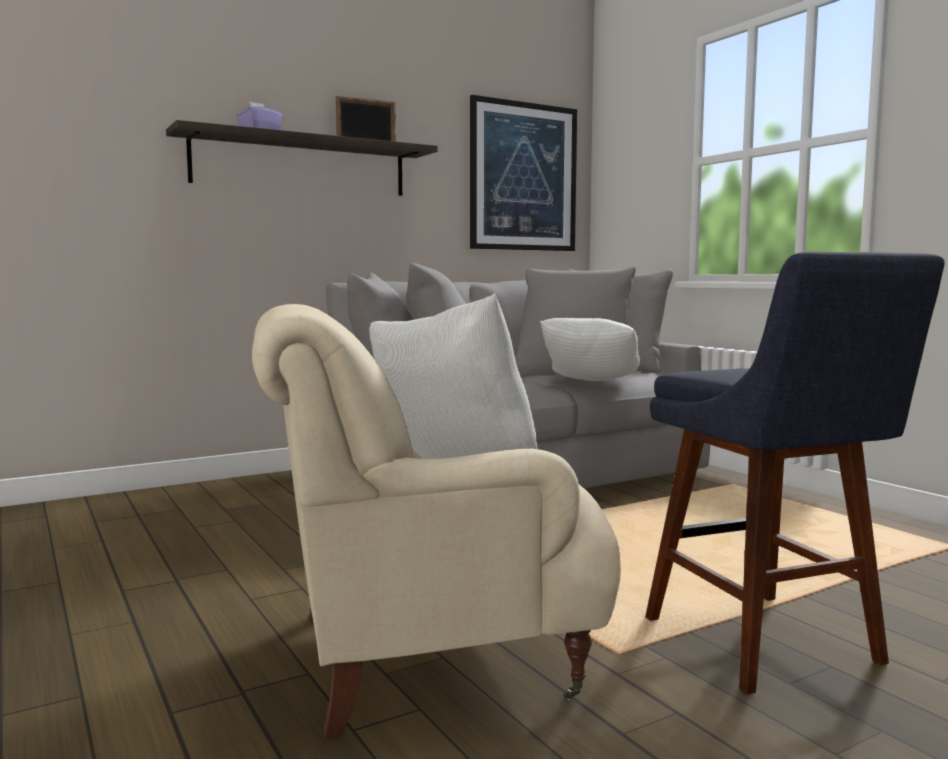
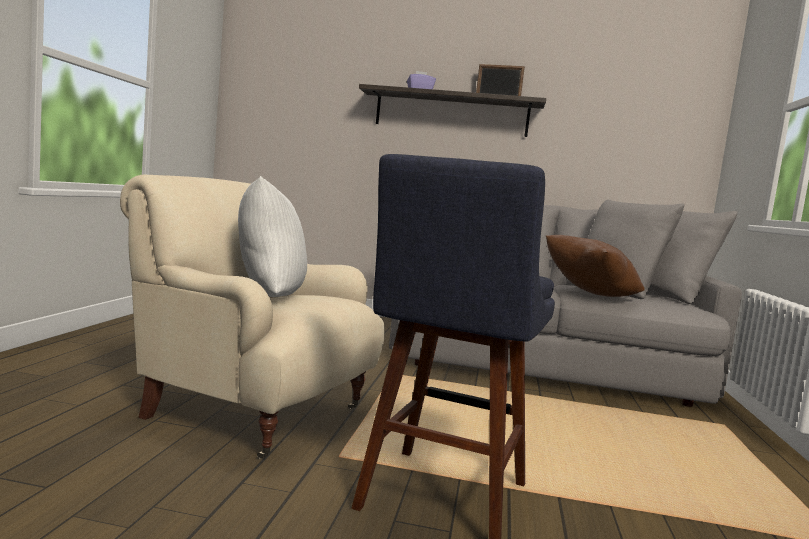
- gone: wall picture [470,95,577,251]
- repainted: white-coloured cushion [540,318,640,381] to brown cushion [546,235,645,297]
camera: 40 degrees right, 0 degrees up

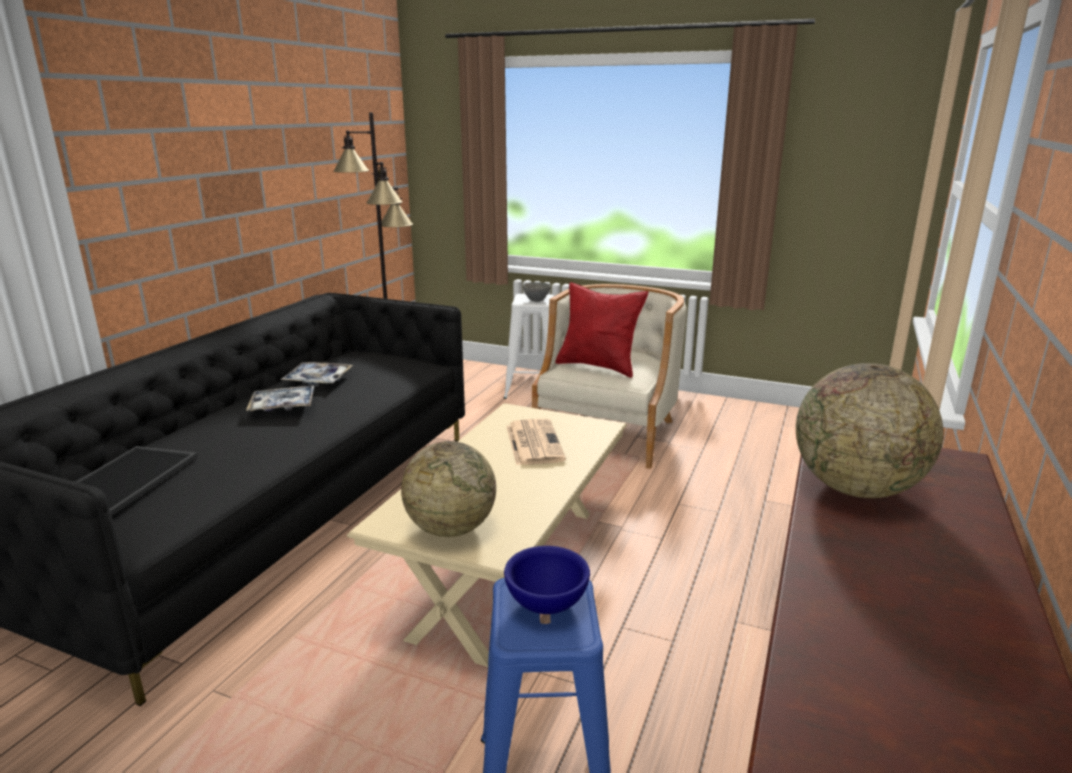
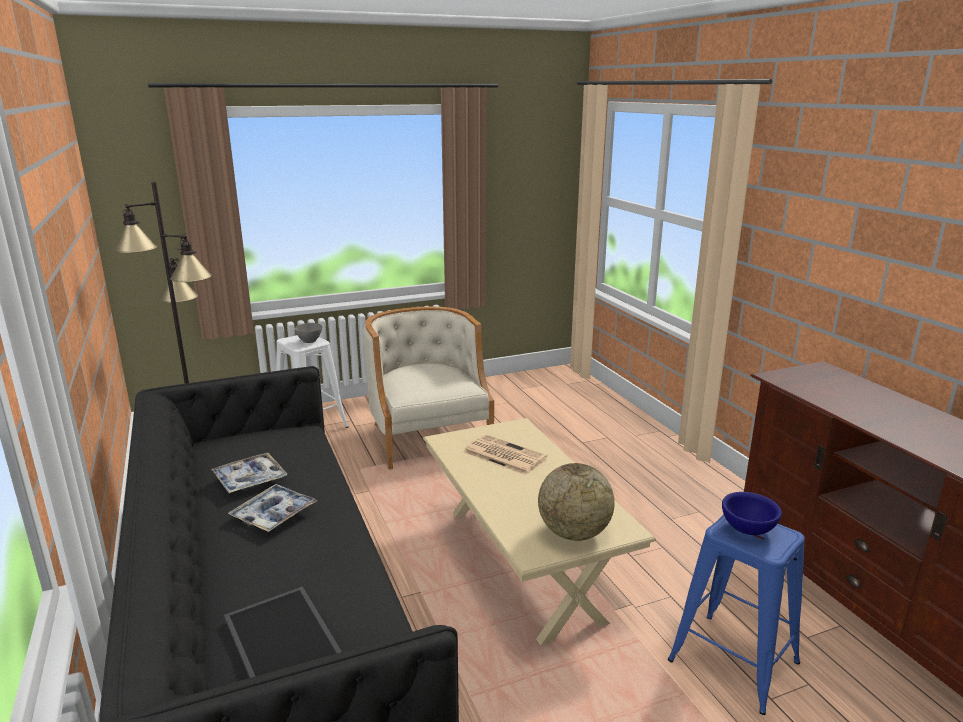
- gone: reddish cushion [555,282,648,378]
- gone: desk globe [796,363,943,498]
camera: 45 degrees left, 0 degrees up

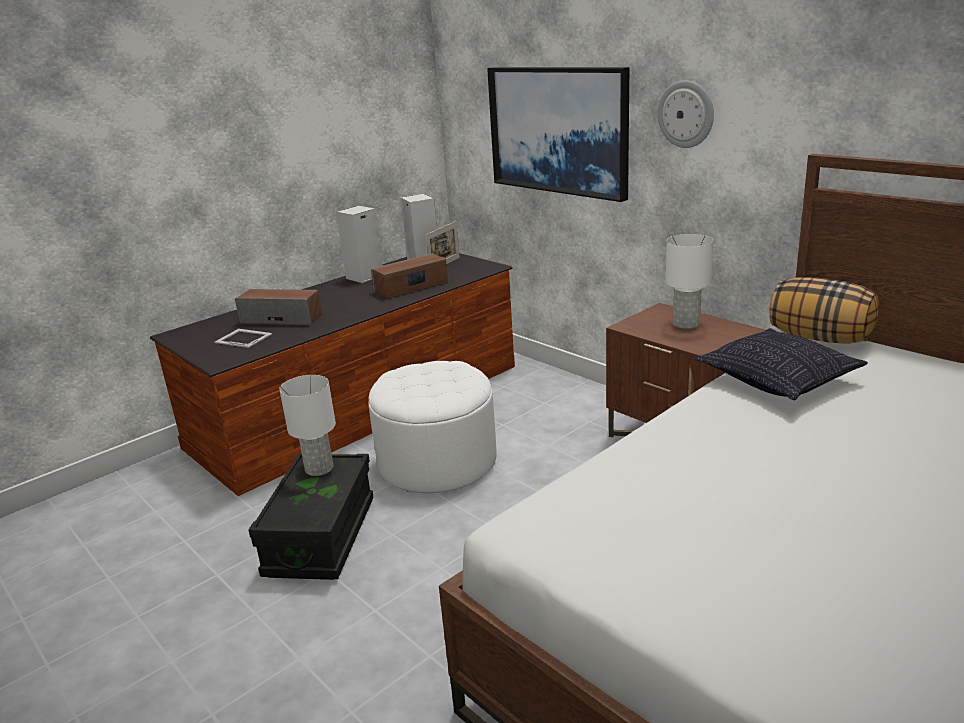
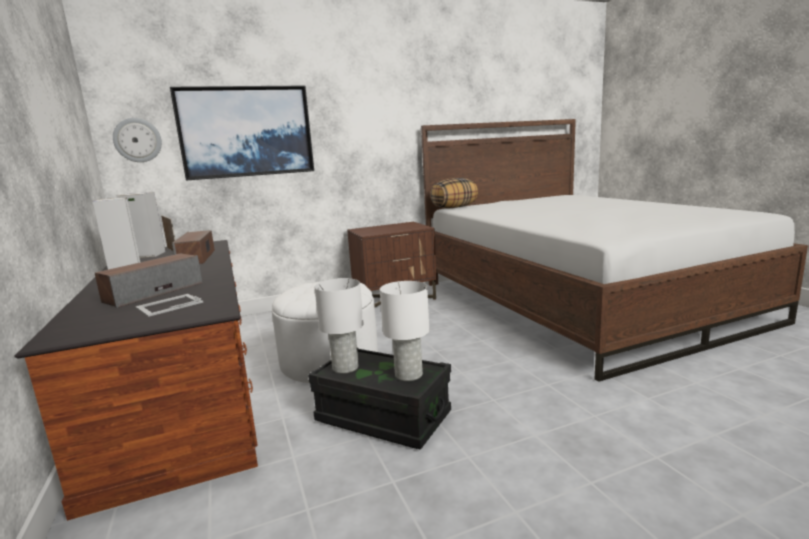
- gone: cushion [695,328,868,400]
- shifted: wall clock [658,80,714,148] to [113,118,162,162]
- shifted: white-coloured tabletop lamp [665,234,713,329] to [380,281,429,381]
camera: 70 degrees left, 10 degrees down

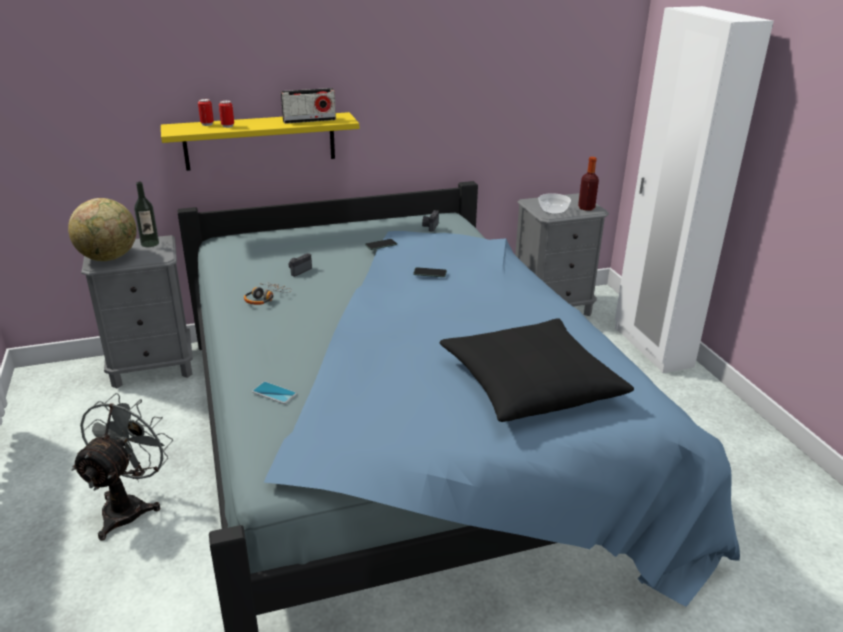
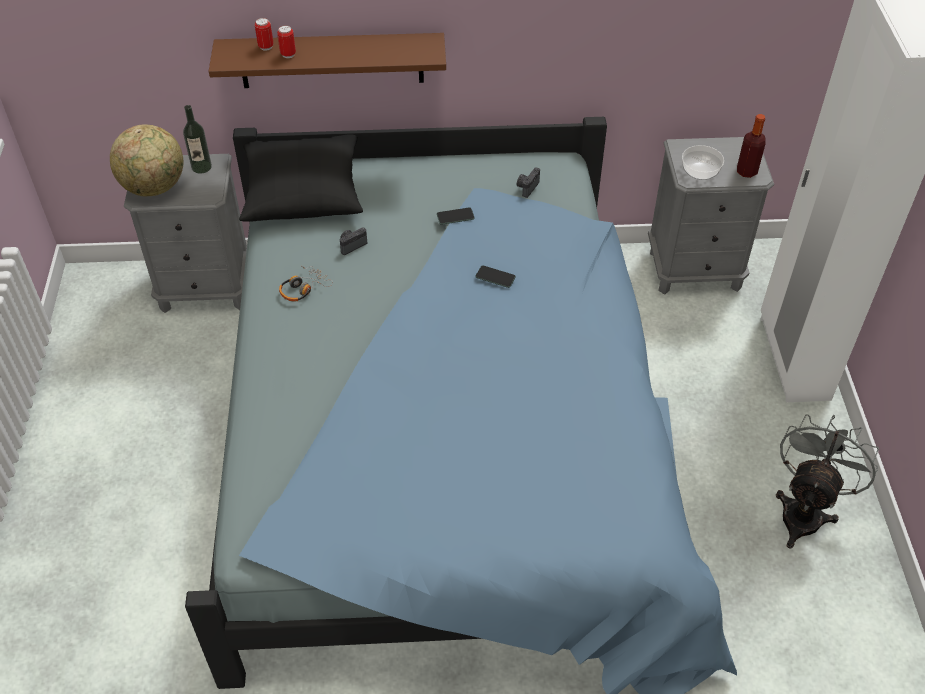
- gone: telephone [252,382,297,404]
- gone: radio [281,88,336,124]
- shifted: greyish fan [71,393,173,541] to [776,414,879,549]
- shifted: blackish cushion [440,318,634,422] to [239,134,363,222]
- repainted: yellow wall shelf [161,112,359,171] to brown wall shelf [209,33,446,88]
camera: 15 degrees right, 20 degrees up

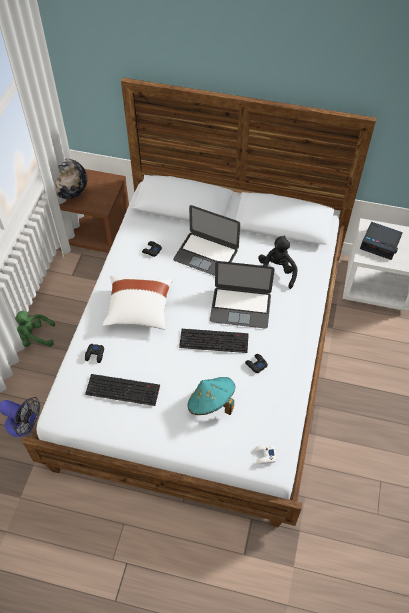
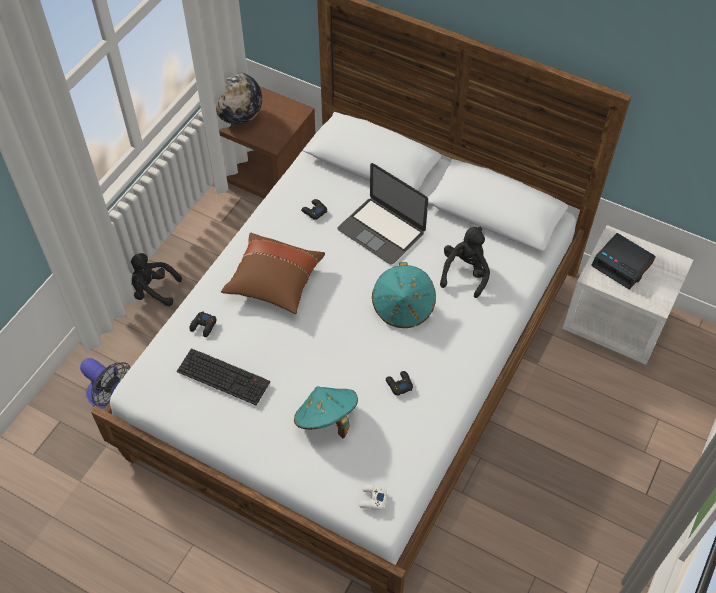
- gone: keyboard [179,329,249,353]
- swapped: notebook computer [210,261,275,328] to turquoise wearable hat [372,262,436,328]
- repainted: greenish plush toy [15,311,55,347] to blackish plush toy [131,253,182,306]
- repainted: white-coloured cushion [102,276,172,330] to brown cushion [221,232,325,314]
camera: 15 degrees right, 0 degrees up

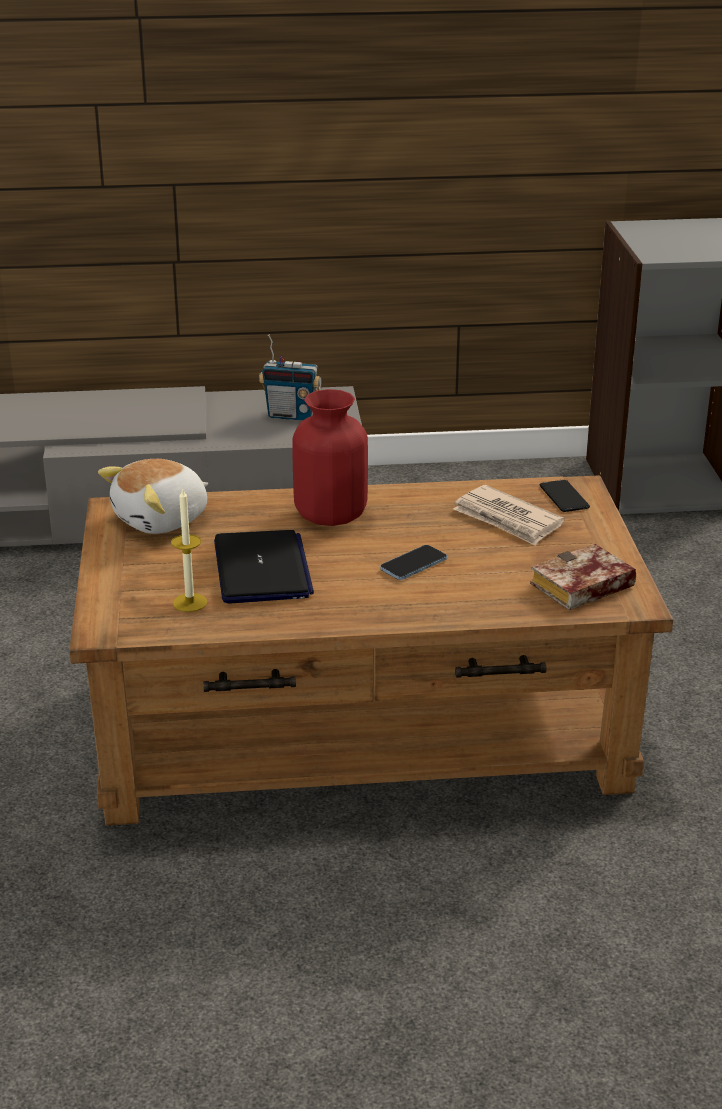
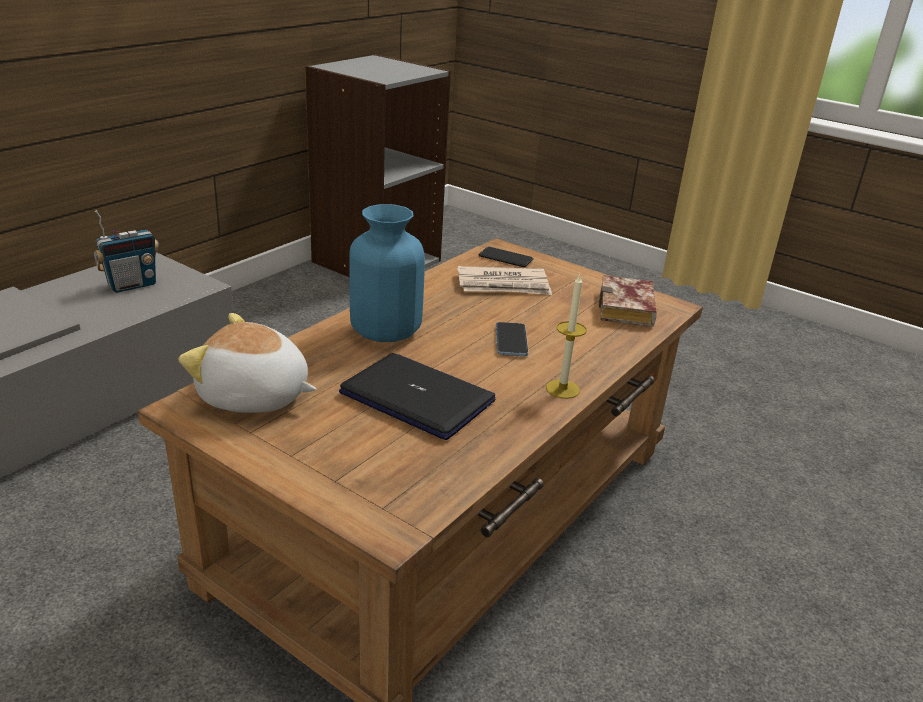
- shifted: wax light [171,487,207,612] to [546,273,587,399]
- repainted: reddish flower vase [292,389,368,526] to blue-coloured flower vase [349,204,425,342]
- rotated: plush toy [98,459,208,534] = [178,313,316,413] 105 degrees clockwise
camera: 50 degrees left, 0 degrees up

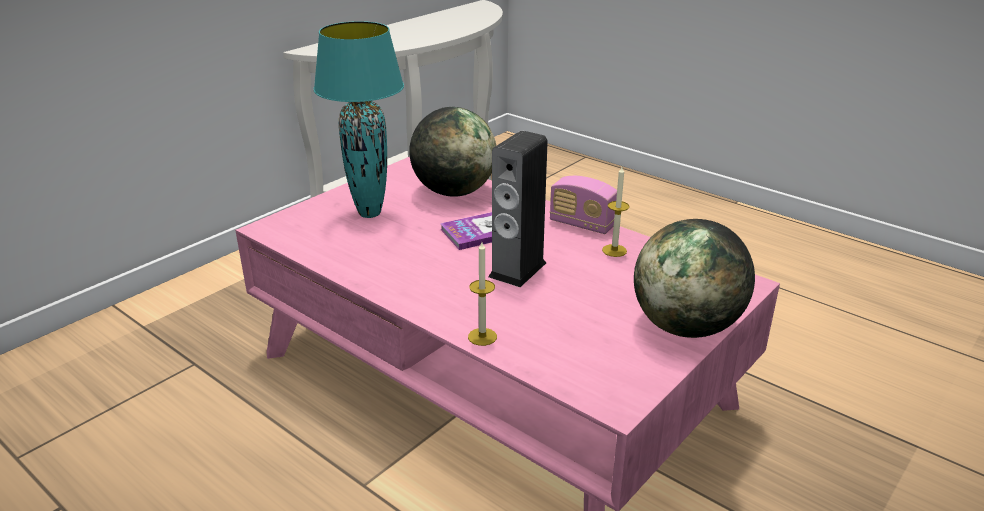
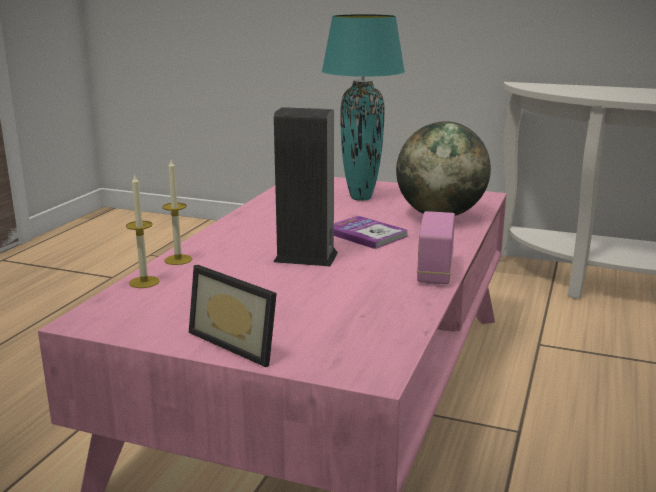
- shifted: wax light [602,167,630,257] to [126,174,160,288]
- swapped: desk globe [634,219,755,338] to standing frame [189,265,277,367]
camera: 70 degrees right, 10 degrees down

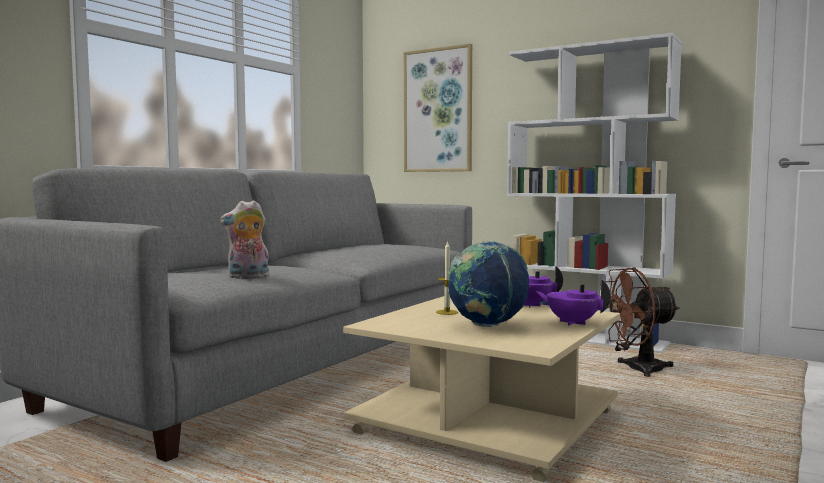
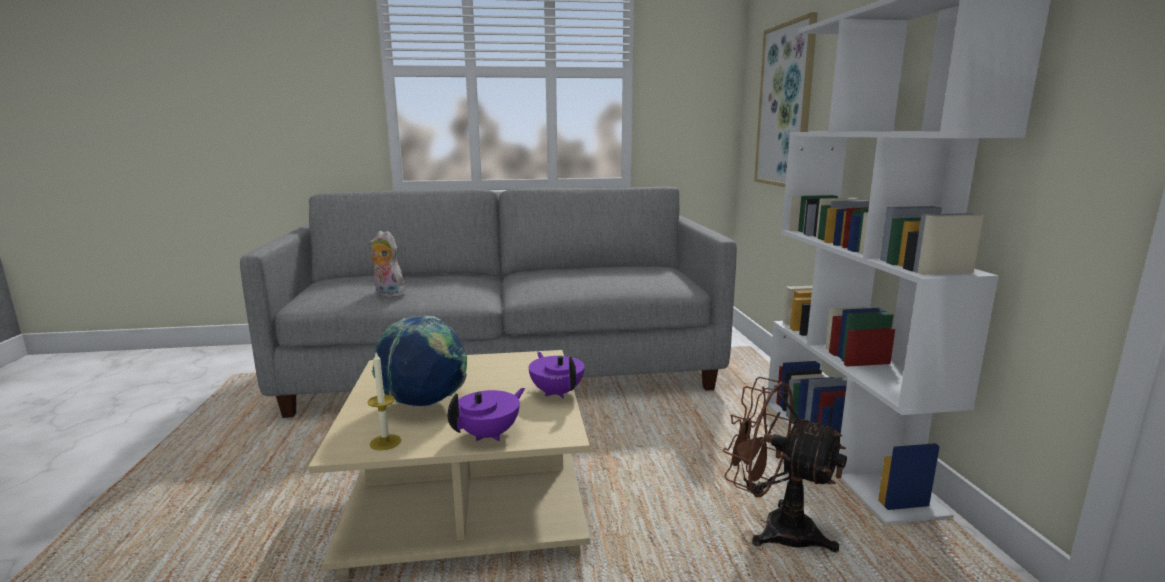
- shifted: wax light [436,241,458,315] to [367,353,401,450]
- rotated: purple teapot [537,280,611,325] = [448,388,525,441] 45 degrees clockwise
camera: 50 degrees right, 10 degrees up

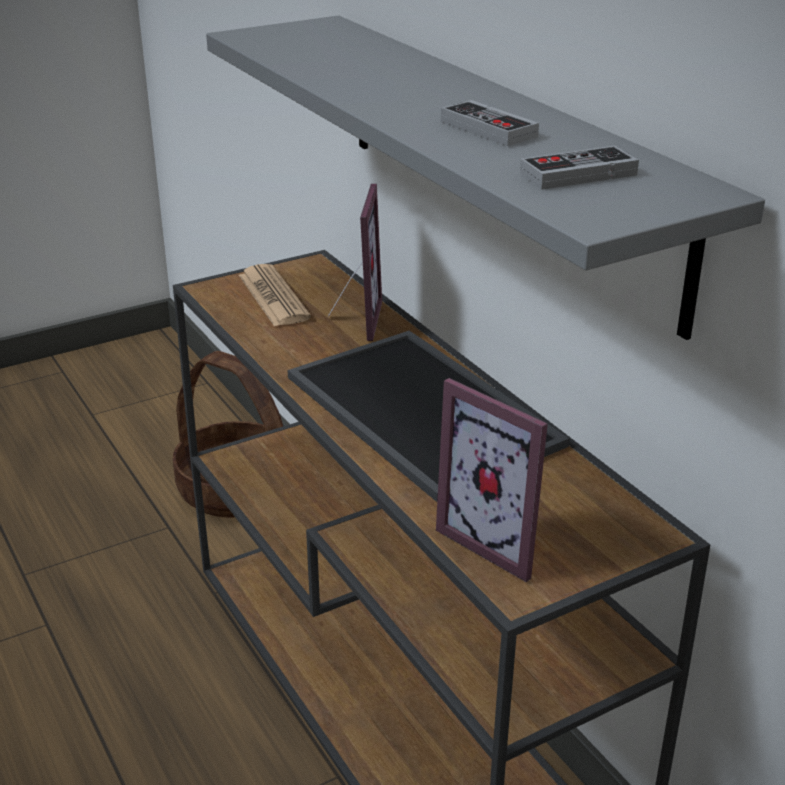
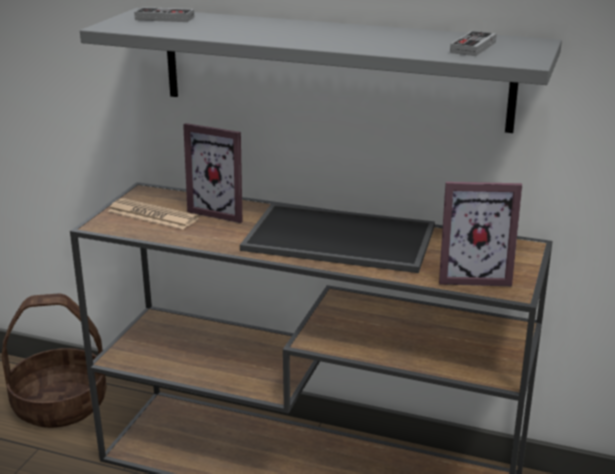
- shifted: joypad [441,100,539,146] to [134,7,194,22]
- rotated: standing frame [327,184,382,341] = [183,123,242,223] 150 degrees clockwise
camera: 40 degrees left, 5 degrees down

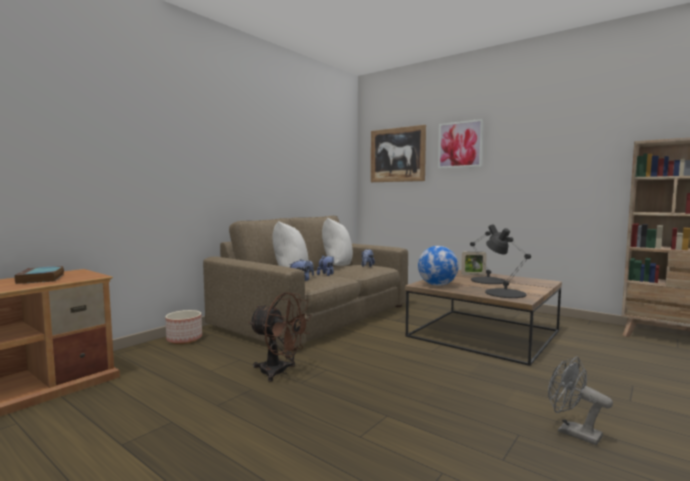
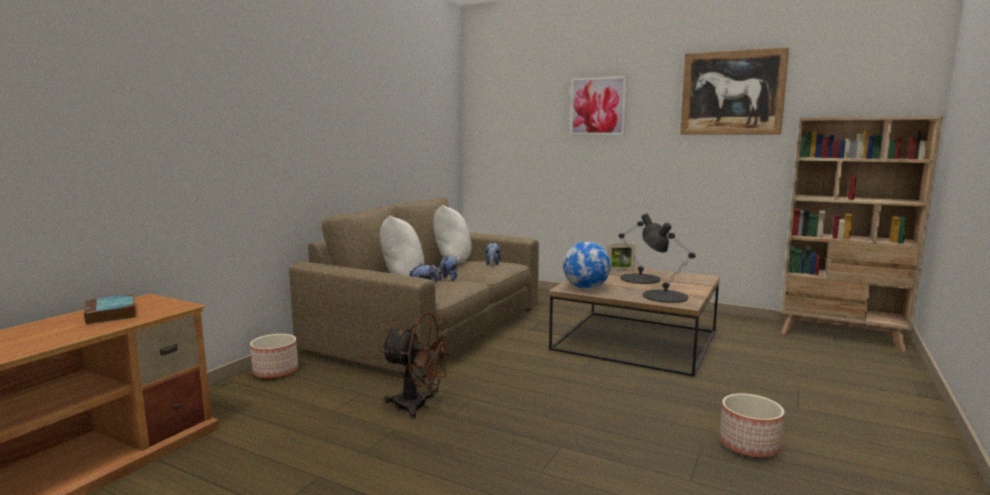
- shifted: wall picture [371,125,426,182] to [680,47,789,135]
- swapped: greyish fan [548,356,613,445] to planter [720,393,784,458]
camera: 10 degrees left, 5 degrees up

